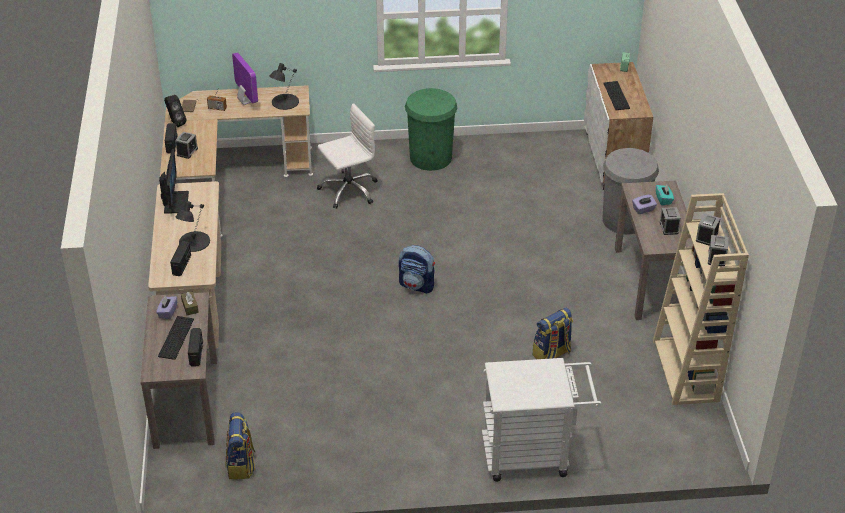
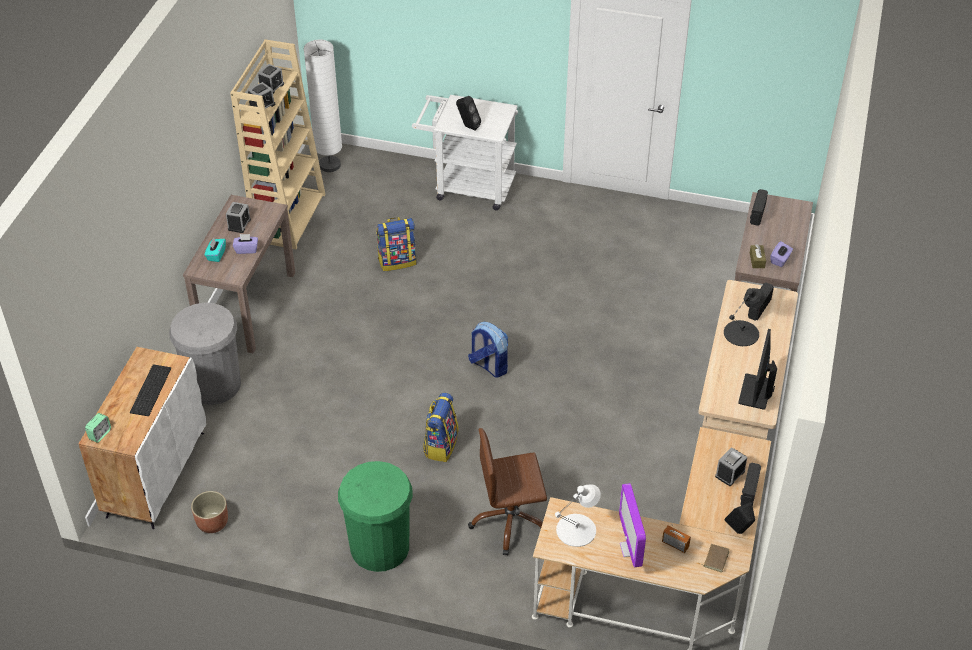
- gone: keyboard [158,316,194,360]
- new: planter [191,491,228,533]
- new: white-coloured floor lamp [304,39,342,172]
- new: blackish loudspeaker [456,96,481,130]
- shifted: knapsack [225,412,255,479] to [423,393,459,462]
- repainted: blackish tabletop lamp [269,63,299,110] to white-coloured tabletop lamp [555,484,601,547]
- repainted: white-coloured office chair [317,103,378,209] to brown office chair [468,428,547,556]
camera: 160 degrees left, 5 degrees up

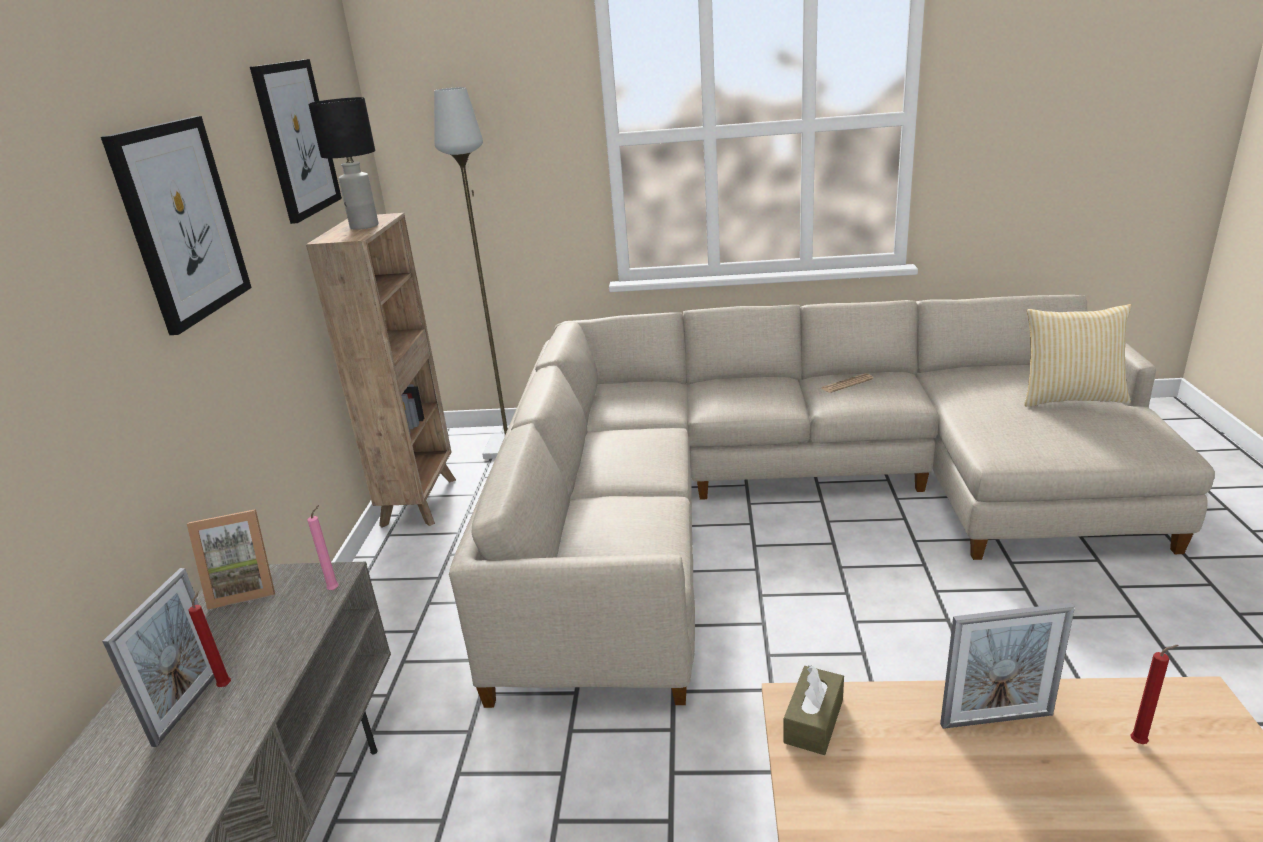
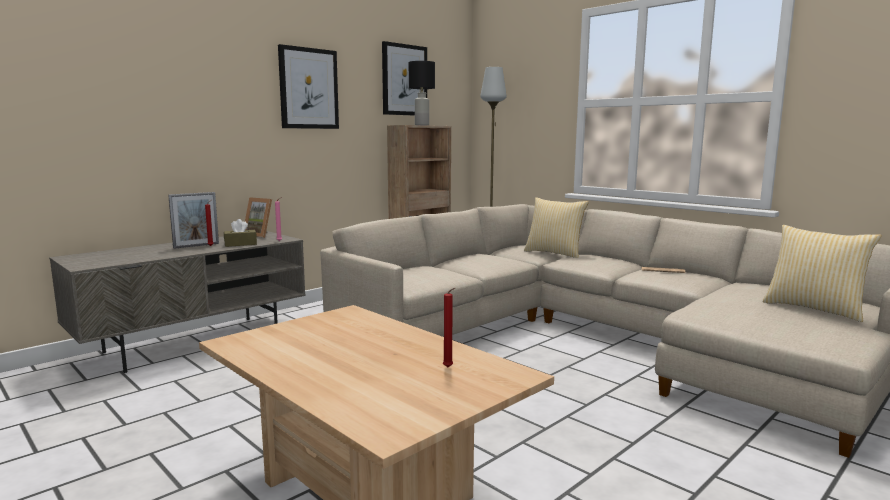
- gone: standing frame [940,603,1075,729]
- new: cushion [524,197,589,258]
- shifted: brown tissue holder [783,665,844,755] to [224,219,257,247]
camera: 40 degrees right, 15 degrees down

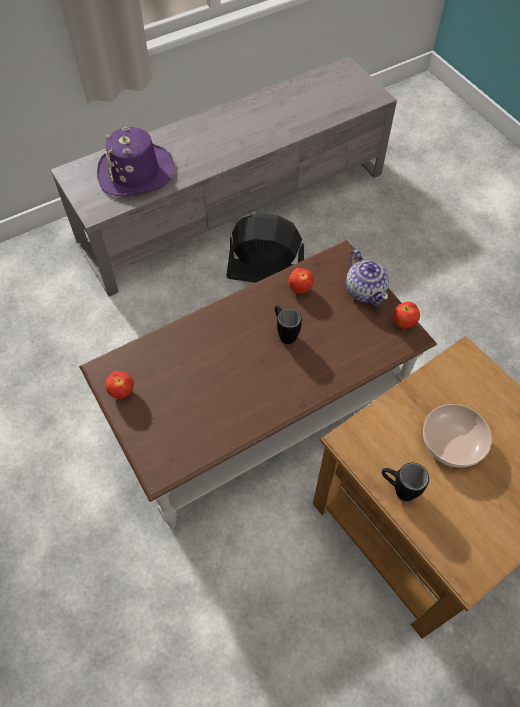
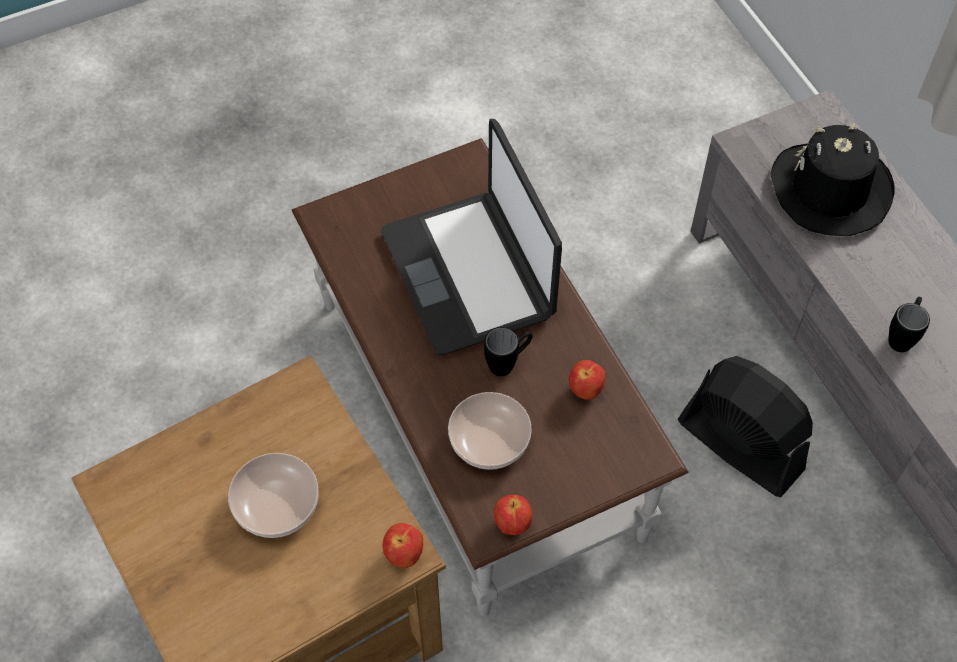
- gone: teapot [346,250,389,305]
- new: notebook computer [382,119,562,355]
- new: deep dish [448,392,532,470]
- shifted: whole apple [105,371,134,399] to [382,523,423,568]
- shifted: blackish mug [382,463,429,501] to [888,297,930,352]
- repainted: purple wearable hat [97,127,174,196] to blackish wearable hat [771,123,895,236]
- rotated: blackish fan [226,213,304,283] = [677,356,813,497] 60 degrees counterclockwise
camera: 95 degrees right, 0 degrees up

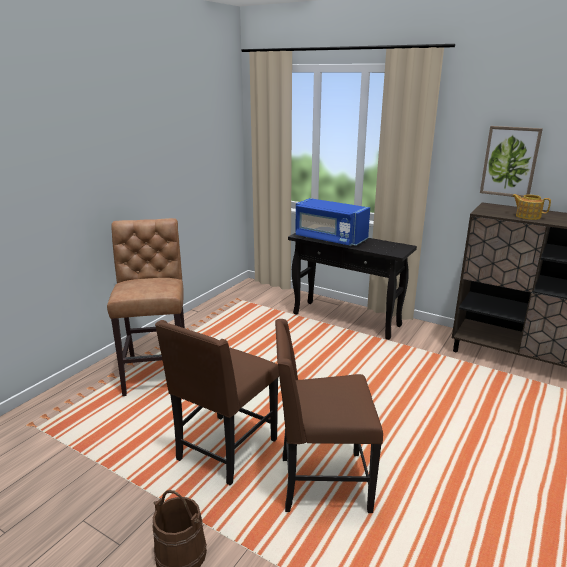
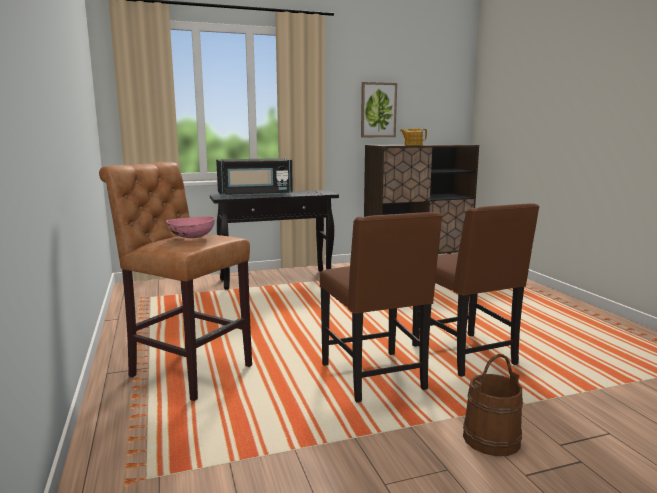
- new: pink deep dish [166,216,215,238]
- repainted: blue-coloured microwave [295,198,370,246] to blackish microwave [216,158,293,198]
- rotated: brown plain chair [275,319,383,513] = [412,204,540,377] 60 degrees counterclockwise
camera: 50 degrees left, 10 degrees down

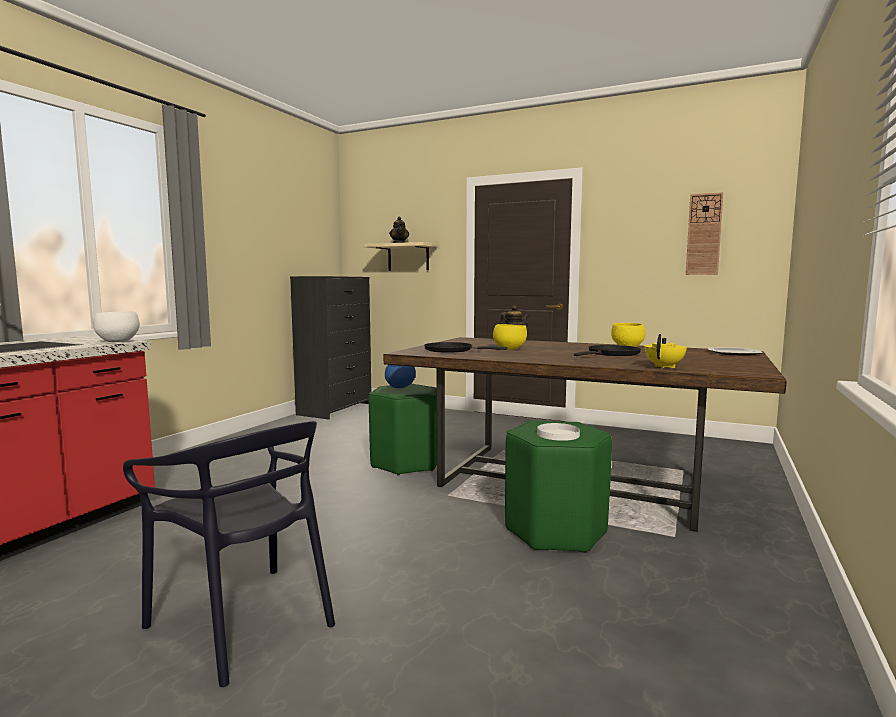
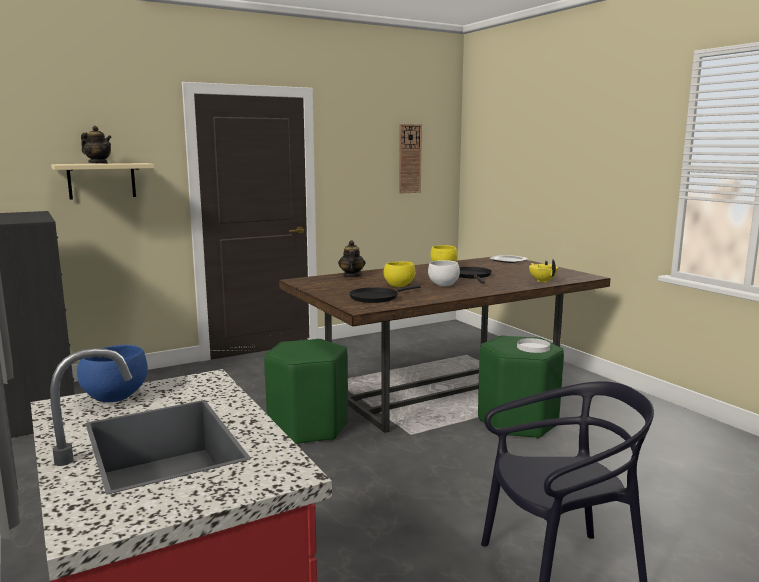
- shifted: white-coloured deep dish [93,311,140,342] to [428,260,460,287]
- shifted: blue-coloured deep dish [385,365,416,388] to [77,345,148,402]
camera: 55 degrees left, 5 degrees up

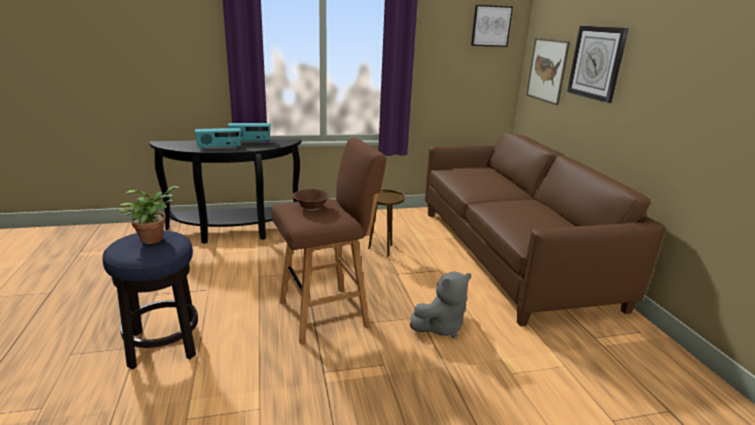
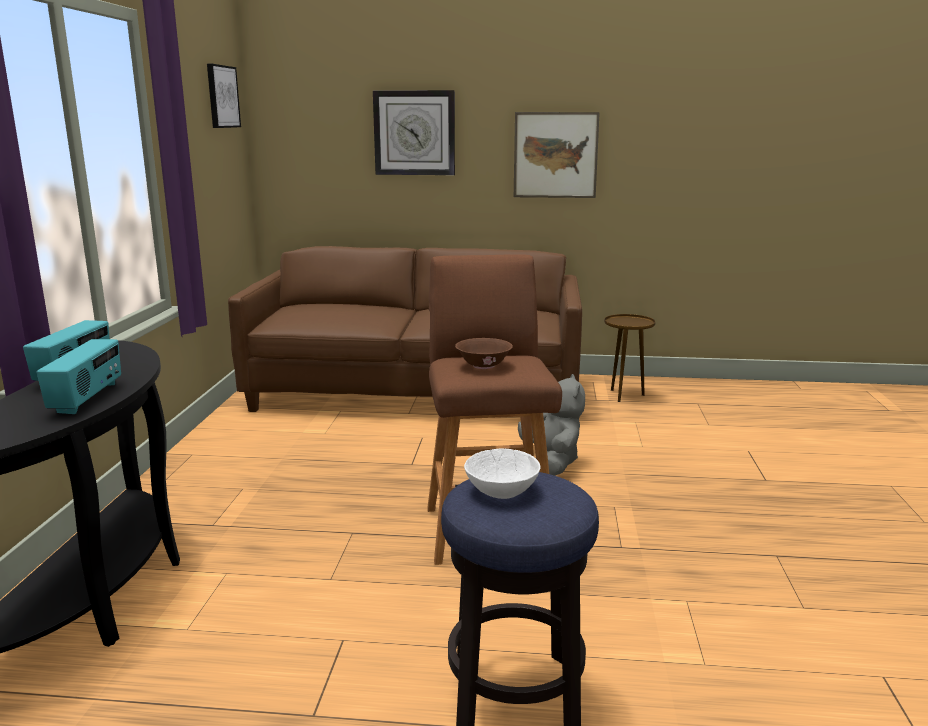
- shifted: brown side table [368,190,405,257] to [604,314,655,402]
- shifted: wall picture [526,38,570,105] to [514,112,600,198]
- swapped: potted plant [119,186,180,244] to white-coloured deep dish [464,449,541,499]
camera: 70 degrees left, 5 degrees down

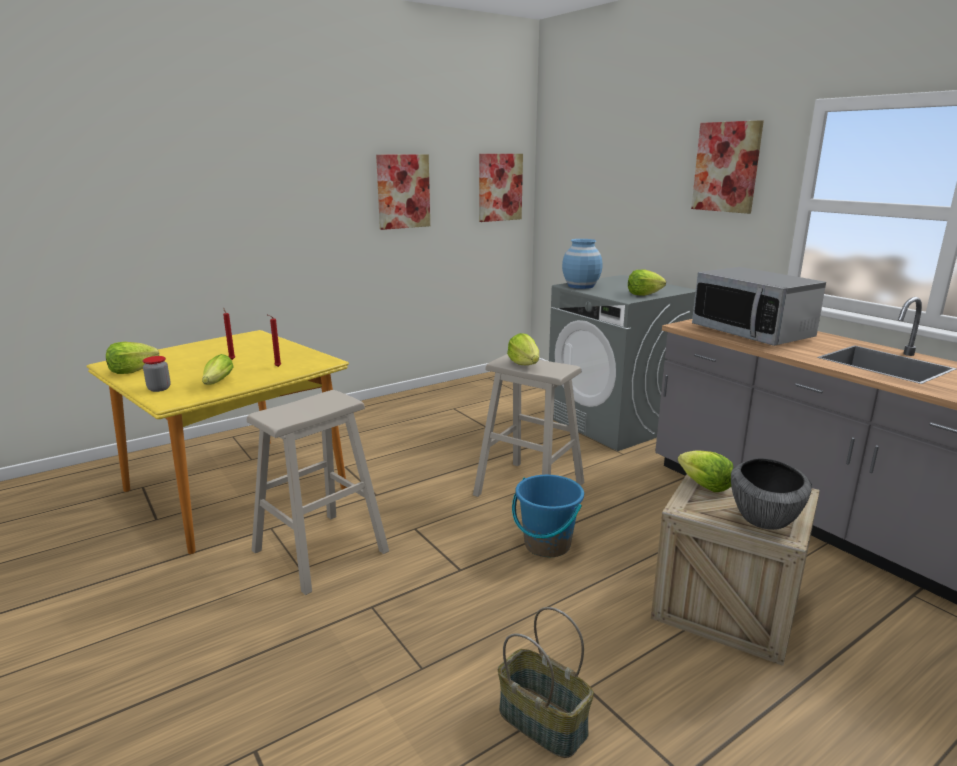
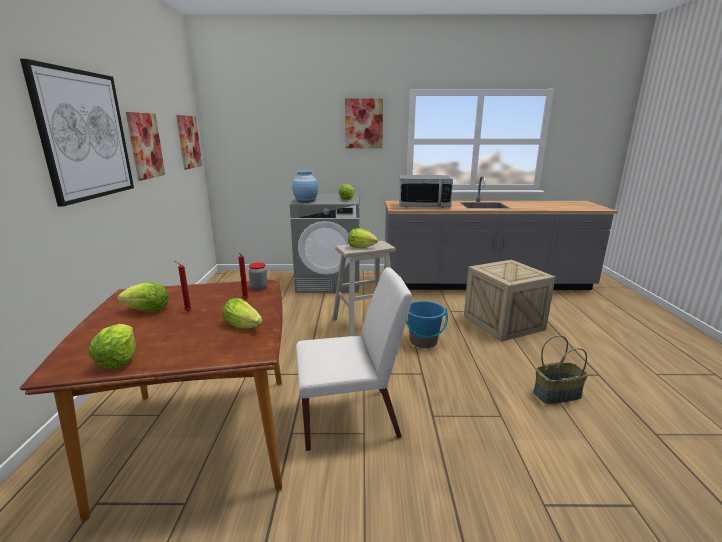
- gone: deep dish [731,458,812,530]
- new: wall picture [20,59,134,207]
- shifted: preserve jar [143,356,171,392] to [249,262,268,290]
- shifted: head of lettuce [678,450,734,492] to [117,283,169,311]
- swapped: beige sitting stool [247,390,389,595] to white-coloured plain chair [296,267,412,451]
- repainted: yellow dinner table [86,330,349,554] to brown dinner table [20,279,283,522]
camera: 55 degrees left, 0 degrees up

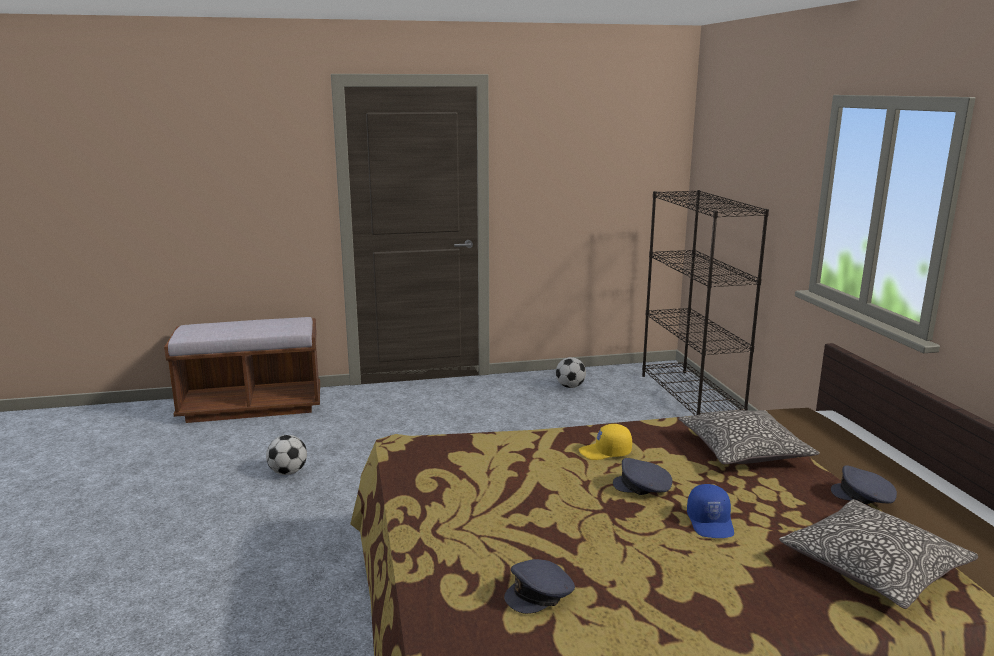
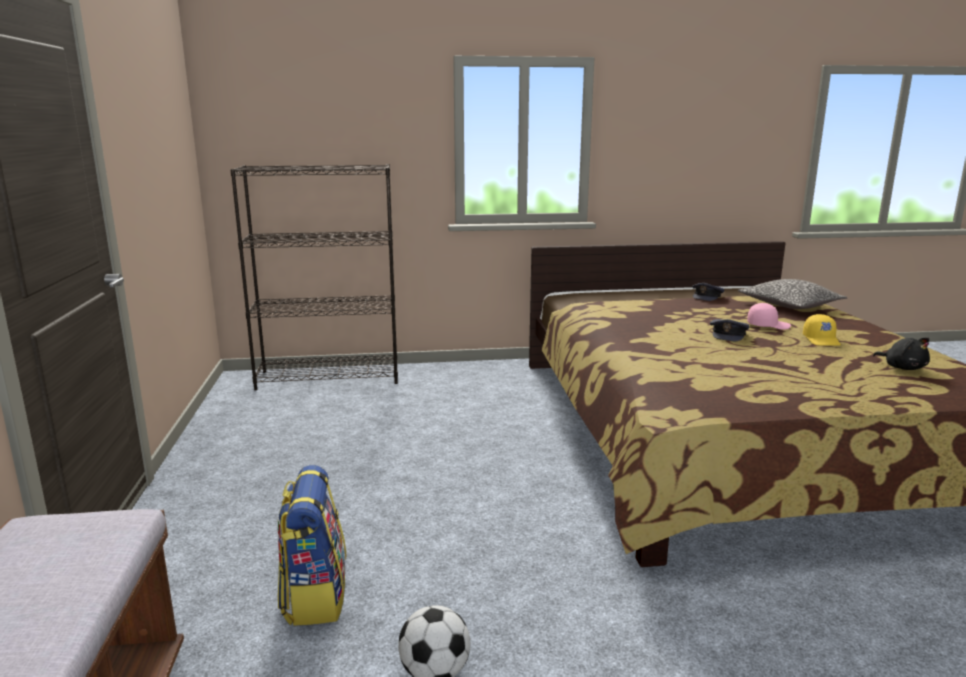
- gone: ball for football [556,357,586,388]
- gone: cushion [678,410,820,464]
- new: knapsack [278,465,346,626]
- shifted: yellow baseball cap [579,424,632,460] to [803,314,841,346]
- swapped: greyish baseball cap [504,559,575,614] to blackish plush toy [873,337,930,370]
- repainted: blue-coloured baseball cap [687,484,734,538] to pink baseball cap [747,303,791,330]
camera: 85 degrees left, 0 degrees up

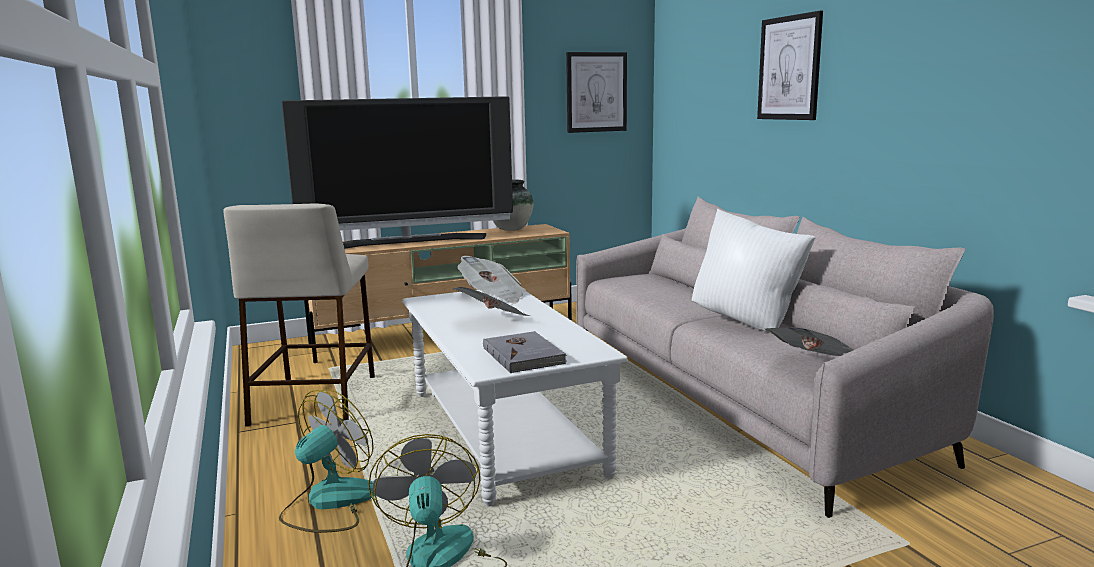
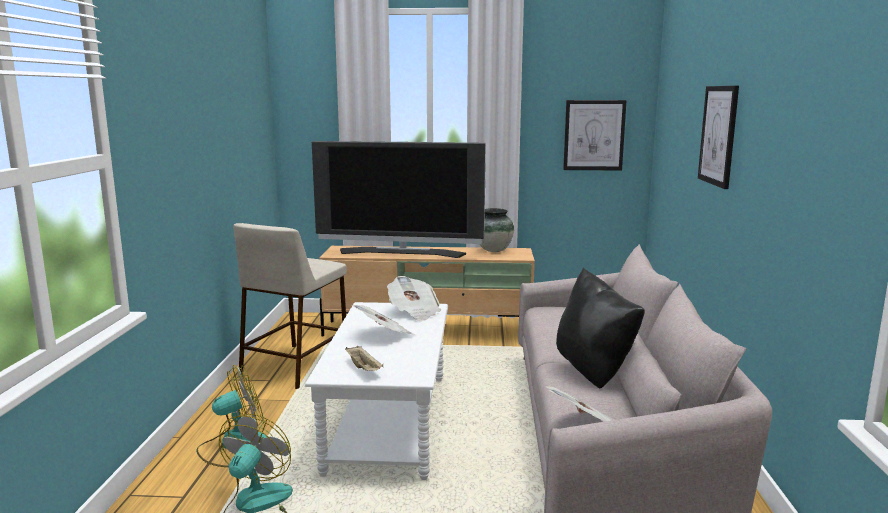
- swapped: greyish book [483,331,567,373] to beige serving tray [345,346,383,371]
- repainted: white-coloured cushion [692,208,815,332] to blackish cushion [556,268,645,389]
camera: 25 degrees right, 0 degrees up

